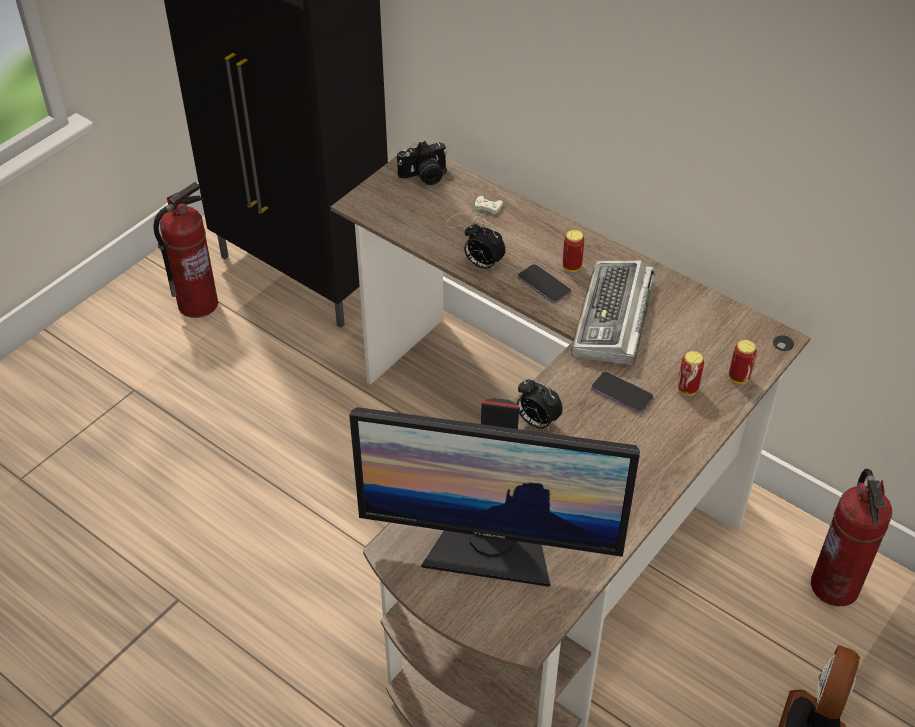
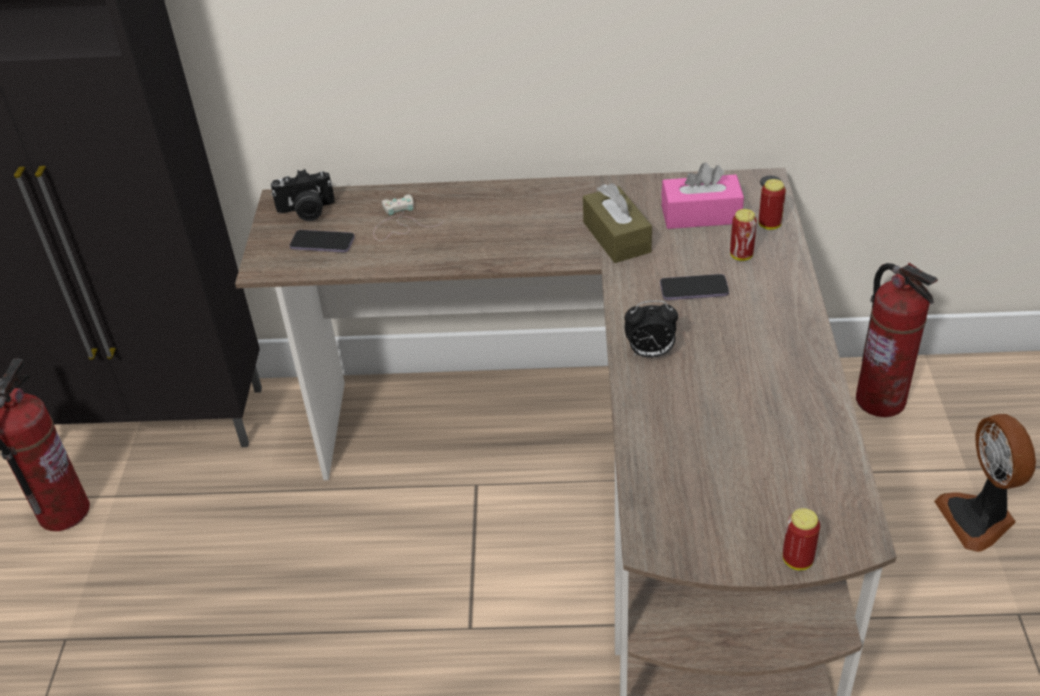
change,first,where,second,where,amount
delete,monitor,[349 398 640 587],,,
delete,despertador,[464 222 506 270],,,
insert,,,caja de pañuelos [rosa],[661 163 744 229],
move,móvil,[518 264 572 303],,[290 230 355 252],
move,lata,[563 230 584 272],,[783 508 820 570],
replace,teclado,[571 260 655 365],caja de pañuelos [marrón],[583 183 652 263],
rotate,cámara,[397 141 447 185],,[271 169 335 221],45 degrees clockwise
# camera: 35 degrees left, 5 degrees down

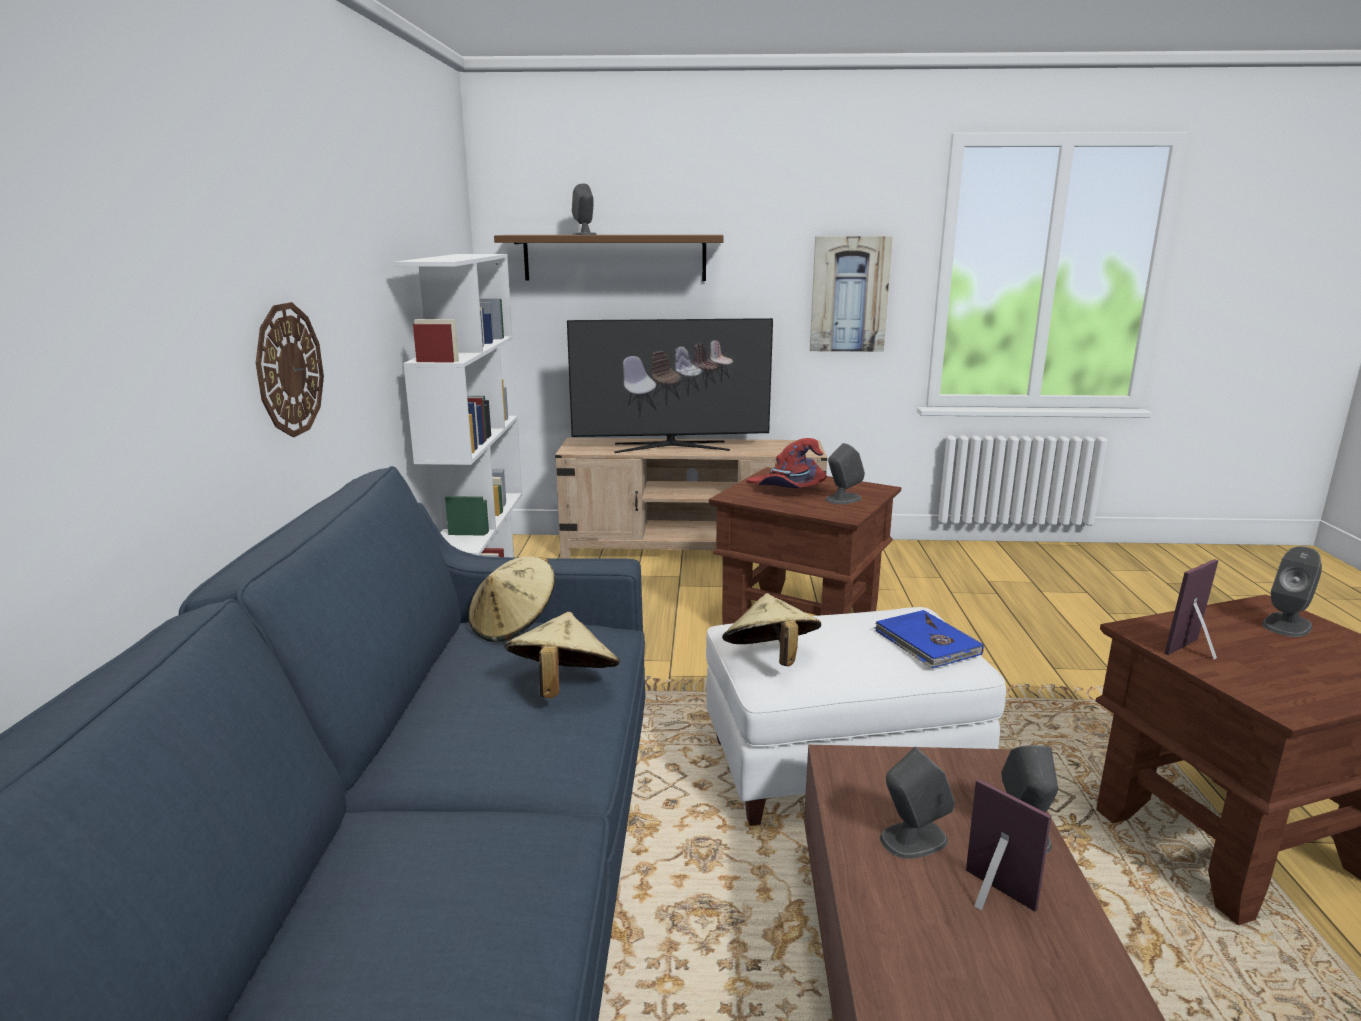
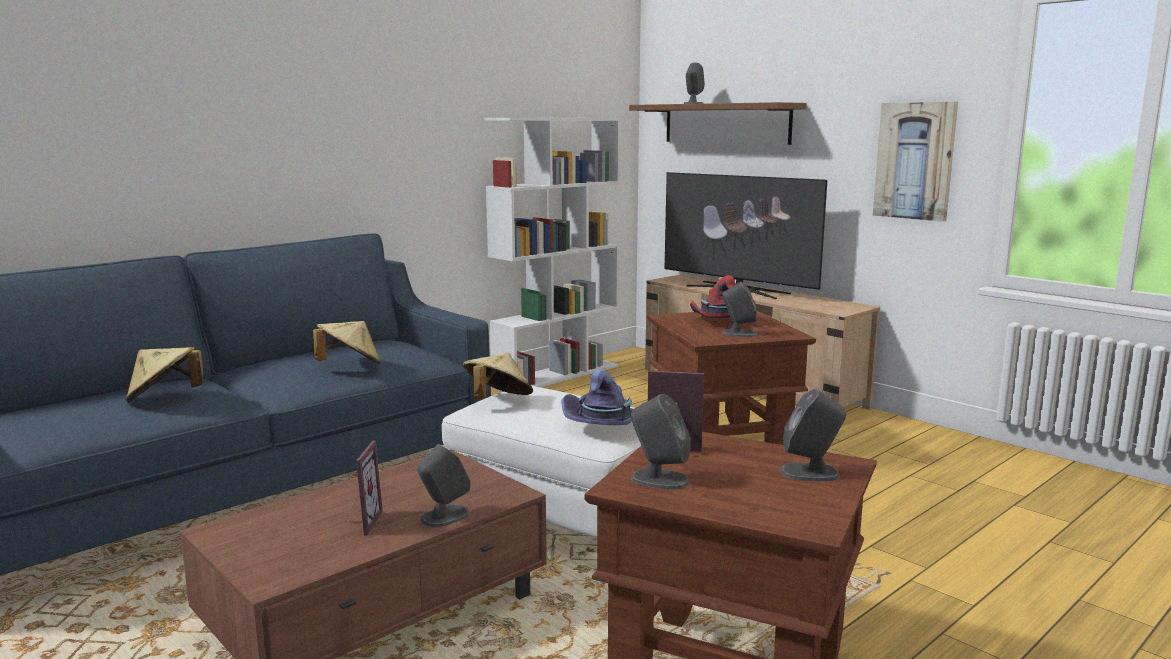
change,first,where,second,where,amount
delete,reloj de pared,[256 302 324 437],,,
move,sombrero [beis],[468 556 555 642],,[125 347 203 403],
move,altavoz [gris],[880 747 955 859],,[631 394 691 490],
replace,libro [azul],[874 610 984 668],sombrero [morado],[561 369 644 425],
# camera: 45 degrees right, 5 degrees down

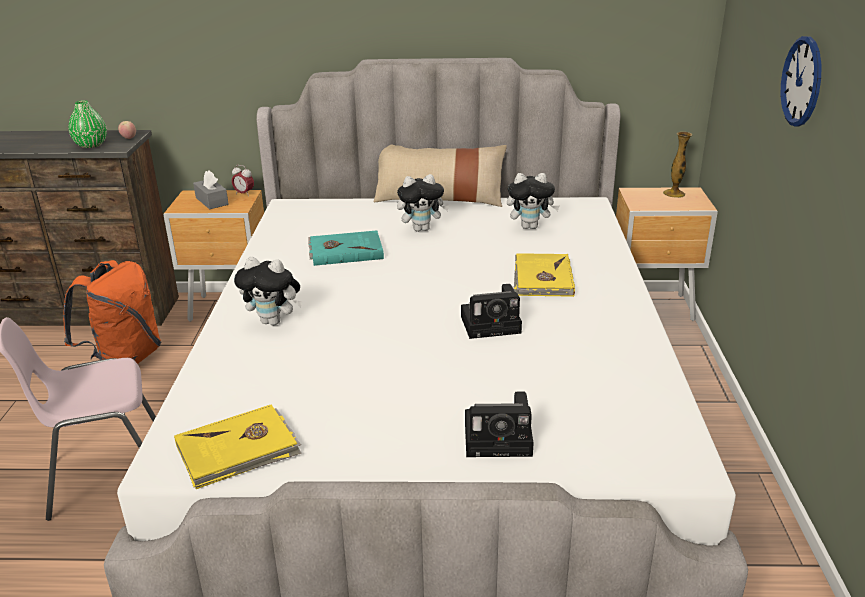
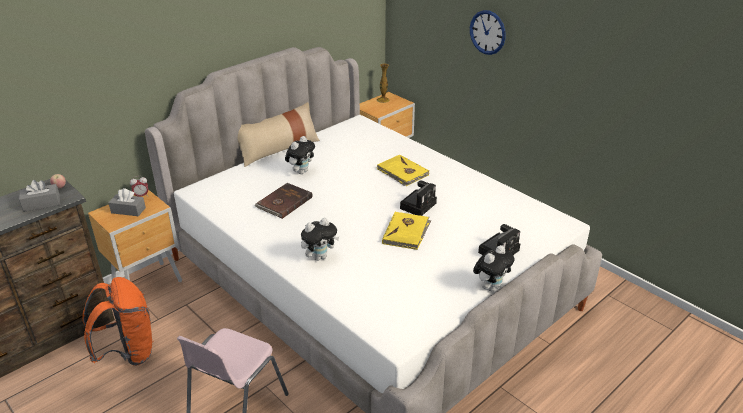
change,first,where,second,where,amount
move,libro [amarillo],[174 404 301 489],,[382 212 431 250],
move,peluche,[507 173 560 229],,[473 245 515 291],
replace,florero [verde],[69 100 107 148],caja de pañuelos [gris],[19 180 60 212],
recolor,libro [turquesa],[308 230 384 266],libro [marrón],[254 183 313 219],
# camera: 45 degrees left, 5 degrees up

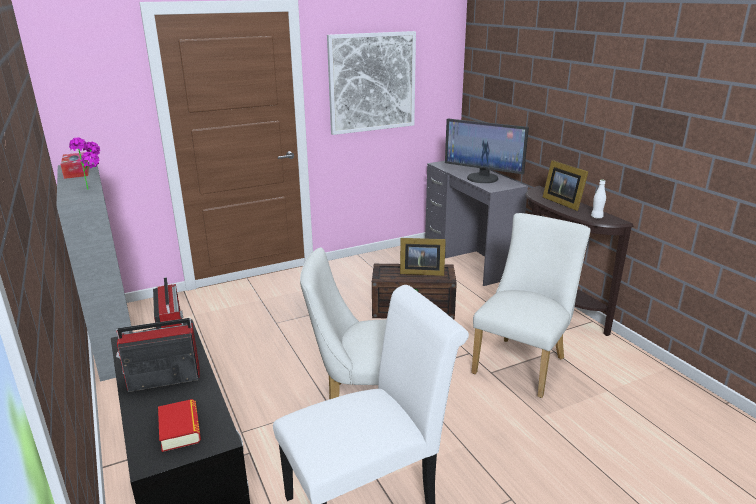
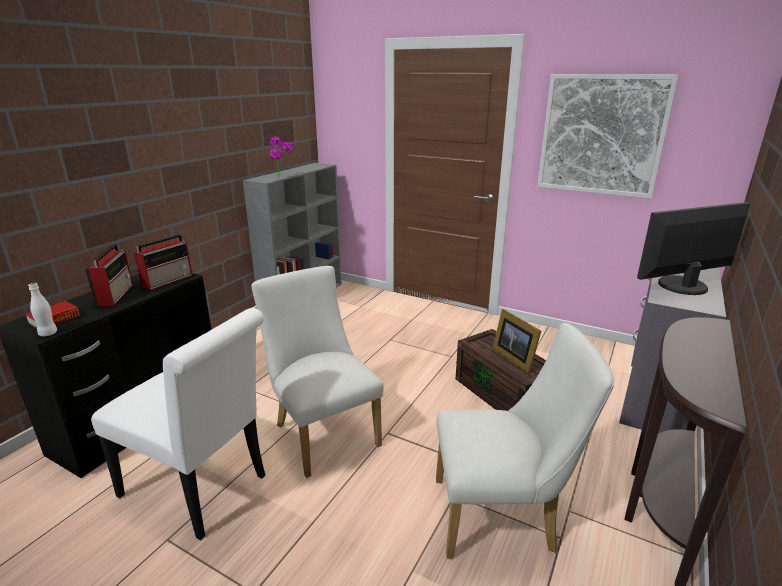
change,first,where,second,where,amount
delete,caja de pañuelos,[61 152 89 179],,,
delete,portarretratos,[543 160 589 211],,,
move,botella [blanco],[591 180 606 219],,[28 283 57 336],
rotate,radio,[116 318 200 392],,[85 244 133 306],45 degrees clockwise
rotate,monitor,[445 119 529 183],,[637 202 750 295],75 degrees clockwise
# camera: 55 degrees right, 0 degrees up

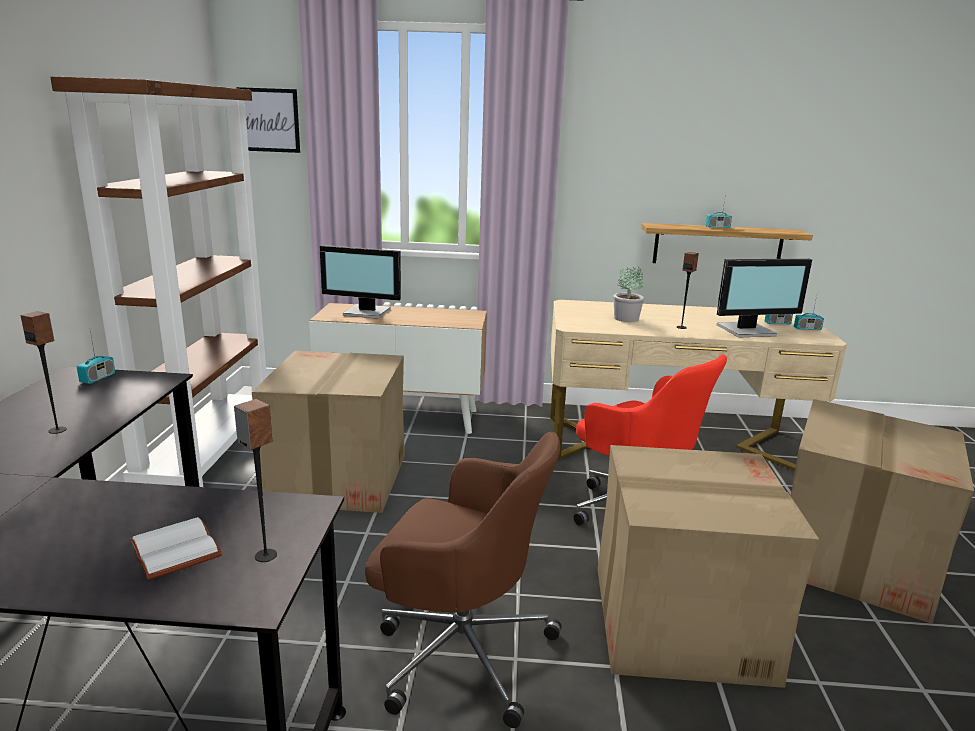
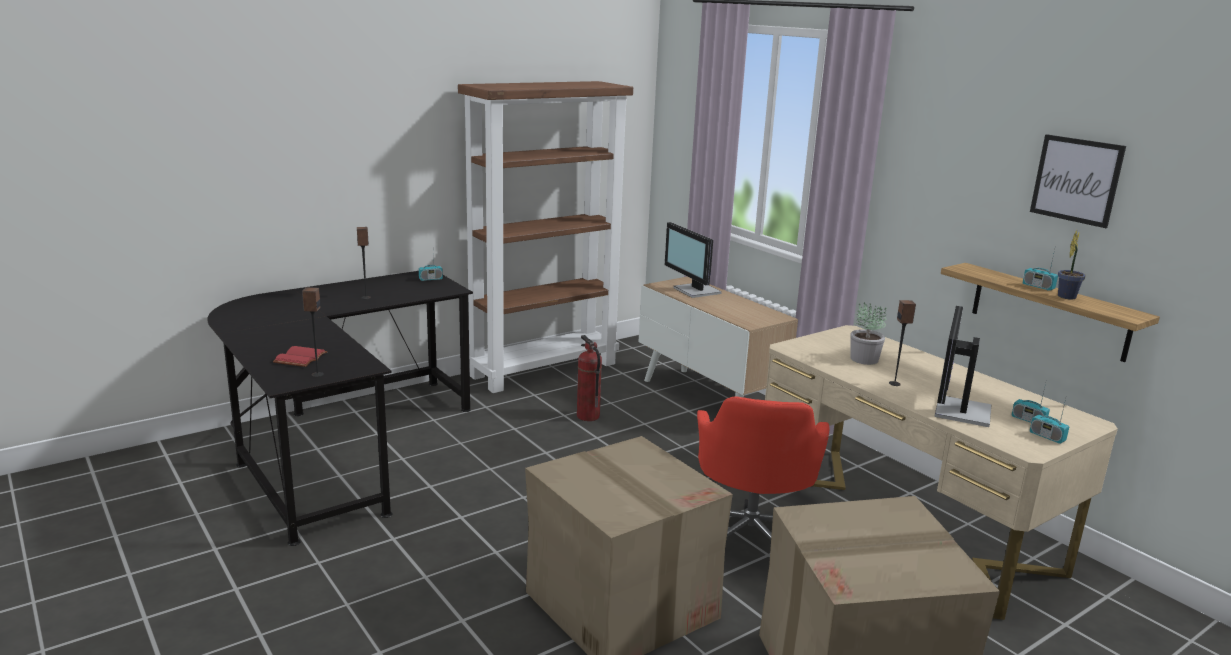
change,first,where,second,where,amount
delete,silla de oficina [marrón],[365 432 562 728],,,
insert,,,planta en maceta,[1058 230 1086 300],
move,cuadro,[237 87 300 153],,[1030 134 1126 228],
replace,caja de cartón,[252 351 405 513],extintor,[577 335 602 421],
recolor,libro [blanco],[130 517 222 580],libro [rojo],[273 346 328 367],
rotate,monitor,[717 258 812 338],,[934 306 992 427],75 degrees clockwise
# camera: 50 degrees right, 0 degrees up

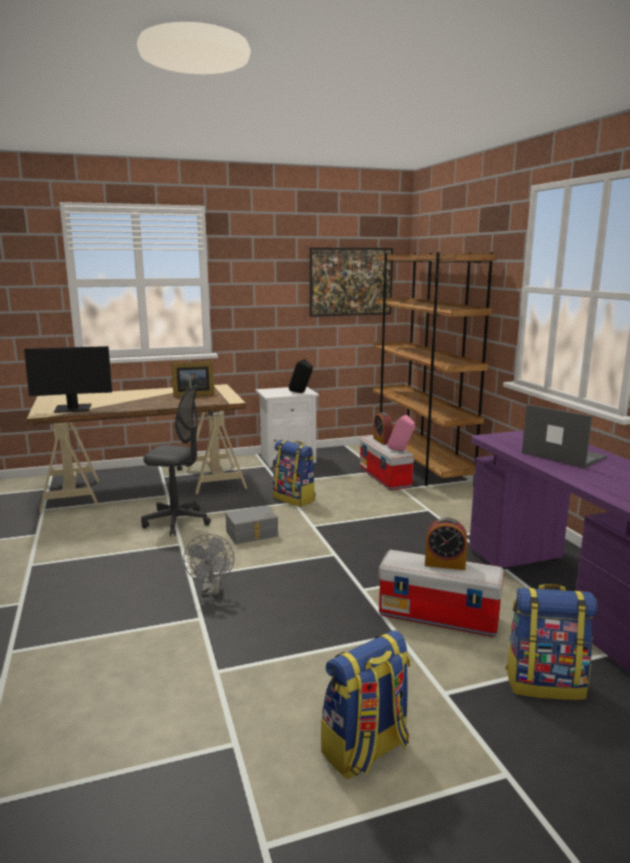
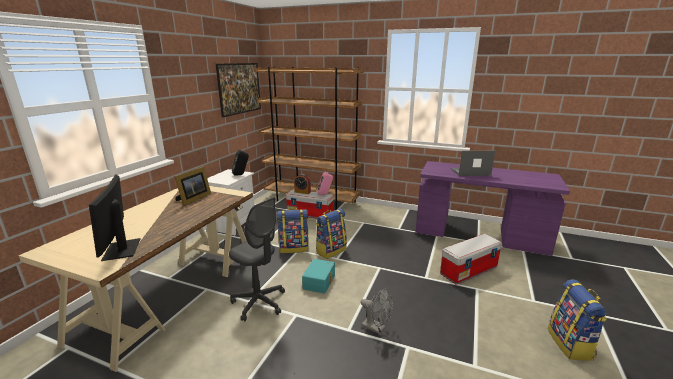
change,first,where,second,where,amount
delete,despertador,[425 517 467 570],,,
move,mochila,[506 584 598 700],,[316 209 347 259],
recolor,caja de almacenaje [gris],[225 506 278 544],caja de almacenaje [turquesa],[302 259 335 294],
rotate,monitor,[24 346 112 413],,[89 175 141 261],135 degrees clockwise
rotate,silla de oficina [gris],[141 385 211 536],,[229 197 285 321],75 degrees clockwise
# camera: 50 degrees left, 5 degrees up

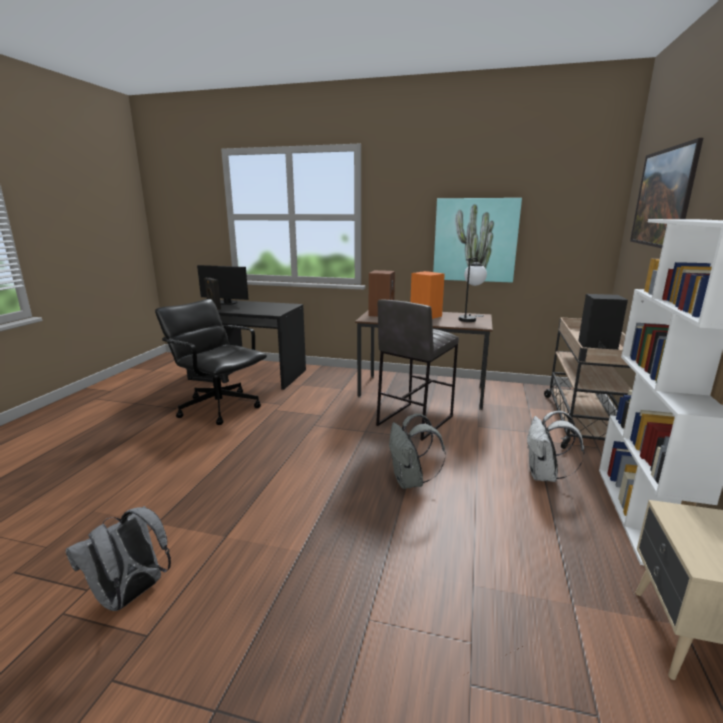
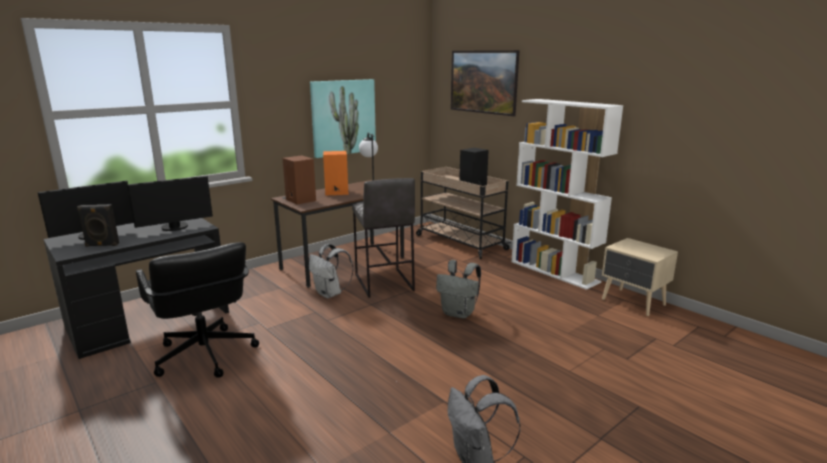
change,first,where,second,where,amount
insert,,,monitor,[127 176 213 231],
move,mochila [blanco],[527 411 585 482],,[309 244 354 298],
rotate,silla de oficina [negro],[155 299 267 425],,[136 242 259 378],105 degrees counterclockwise
# camera: 55 degrees left, 0 degrees up

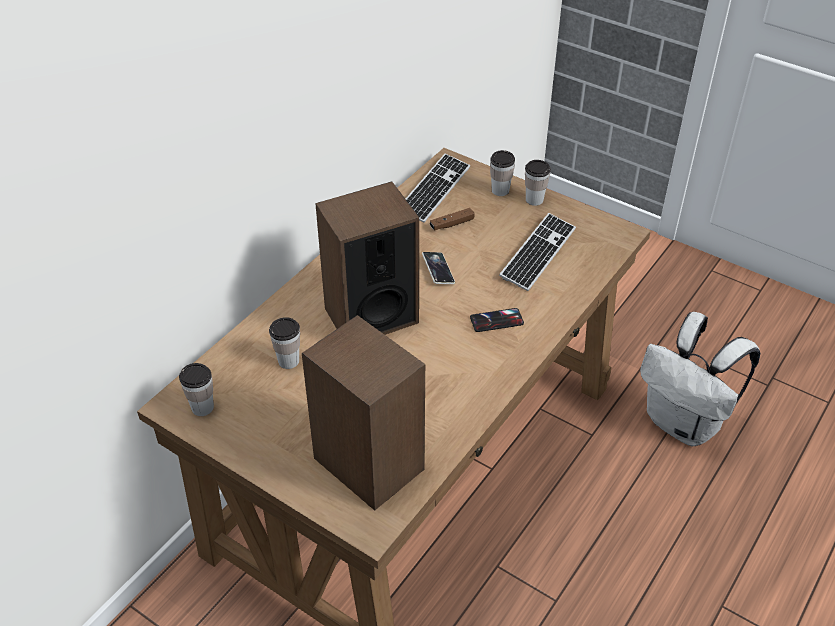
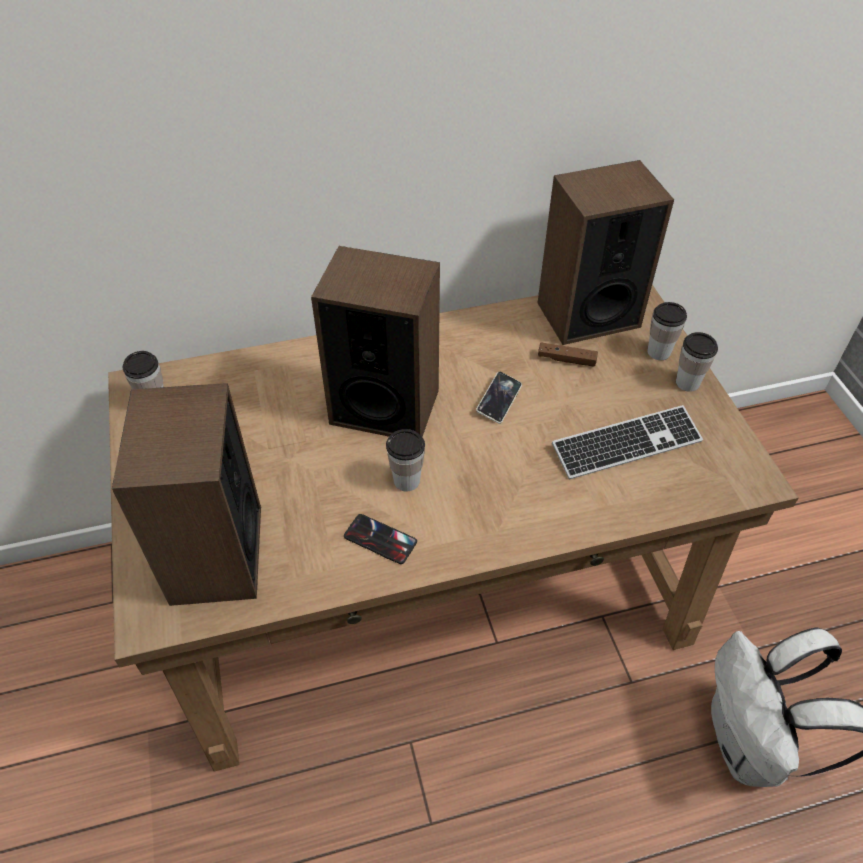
change,first,where,second,where,amount
move,taza,[269 317 300 369],,[386 429 425 492],
move,móvil,[470 308 524 332],,[344 514 417 564],
replace,teclado,[406 153 470 223],altavoz,[538 160 674 345],
# camera: 40 degrees right, 5 degrees up

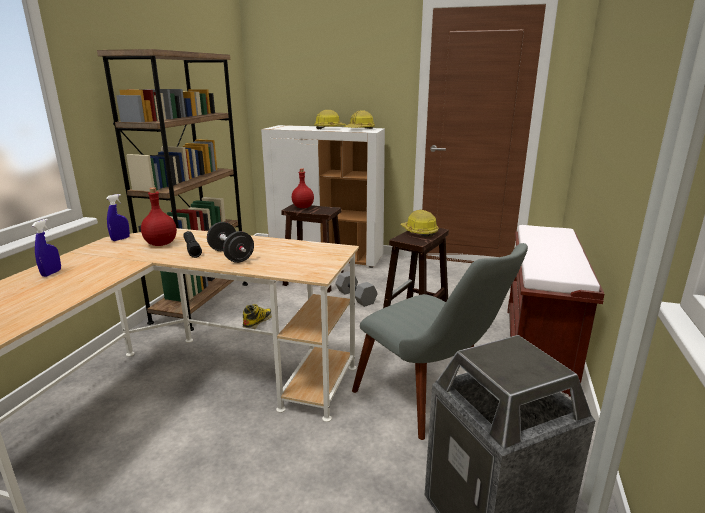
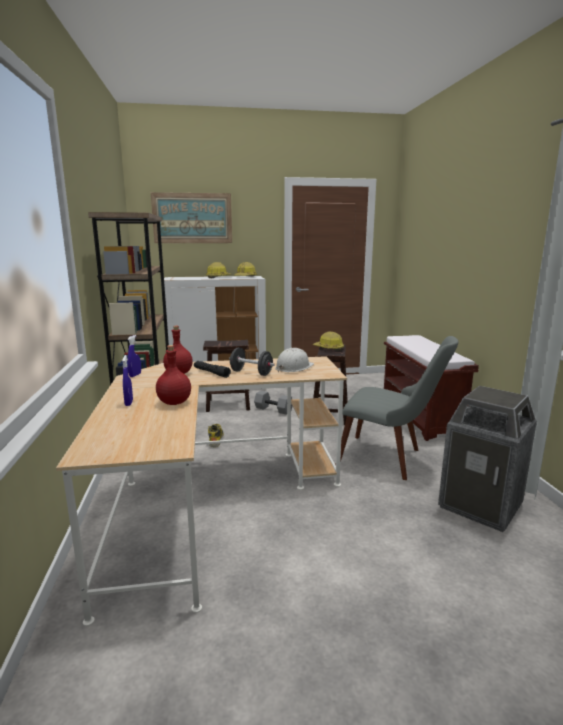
change,first,where,second,where,amount
insert,,,cuadro,[151 192 232 243],
insert,,,casco [blanco],[275 348 314 373],
move,botella [rojo],[292 169 314 208],,[156 345 191 405],
# camera: 25 degrees left, 5 degrees down

